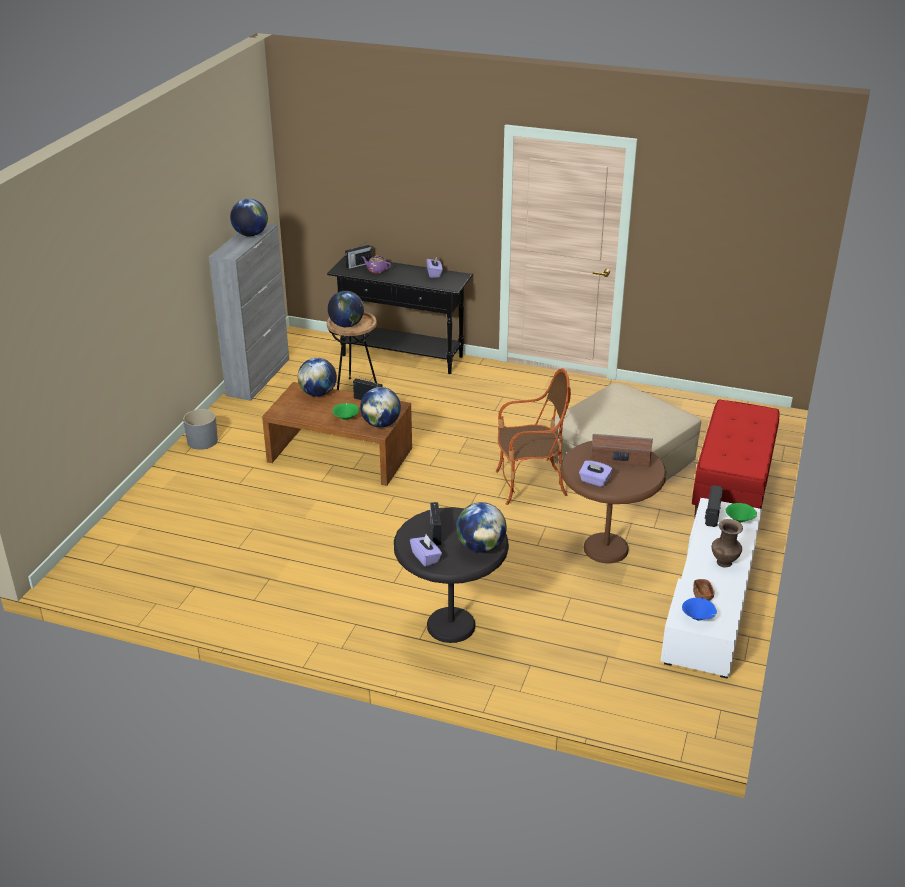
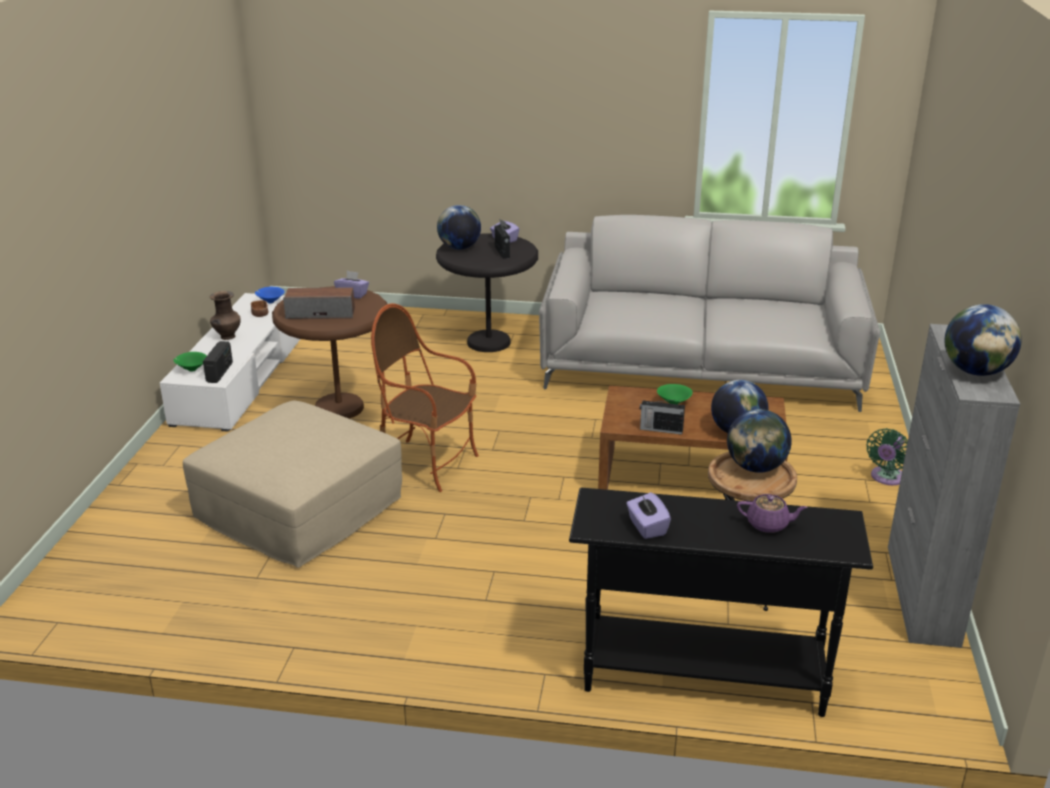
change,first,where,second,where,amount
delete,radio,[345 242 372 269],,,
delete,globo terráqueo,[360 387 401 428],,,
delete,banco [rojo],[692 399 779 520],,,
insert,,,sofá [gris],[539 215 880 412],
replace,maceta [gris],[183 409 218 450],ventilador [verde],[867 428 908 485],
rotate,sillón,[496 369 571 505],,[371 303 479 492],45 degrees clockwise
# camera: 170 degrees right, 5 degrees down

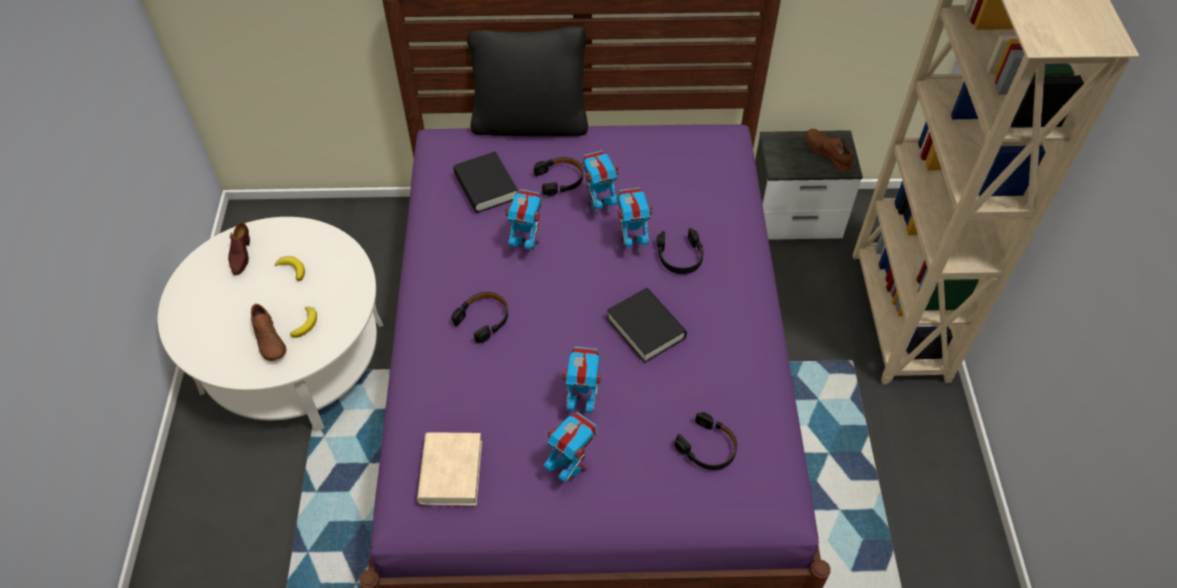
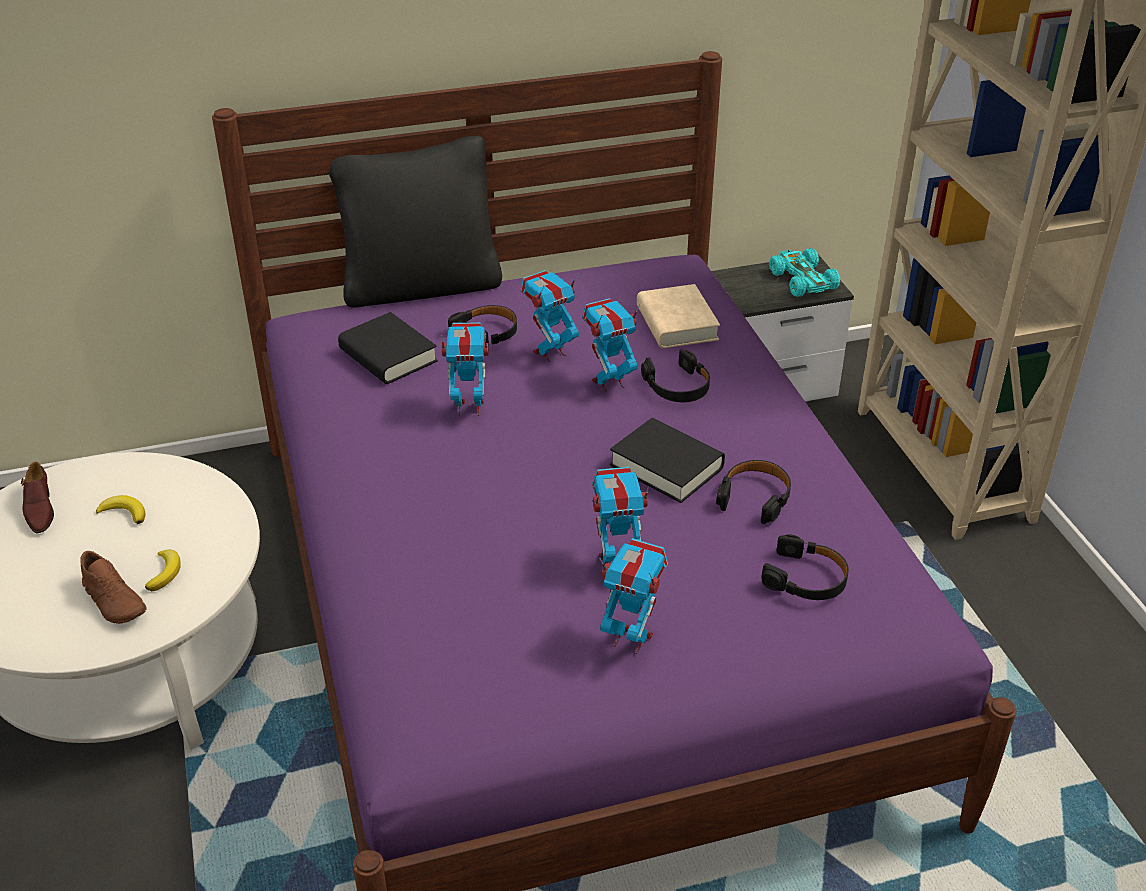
change,first,where,second,where,amount
move,libro [beis],[417 432 482 506],,[637 284 720 348],
move,auriculares [negro],[451 292 508 343],,[716 460 791 524],
replace,zapato [marrón],[806 129 853 171],coche de juguete [turquesa],[769 248 840 297],
# camera: 15 degrees left, 15 degrees down

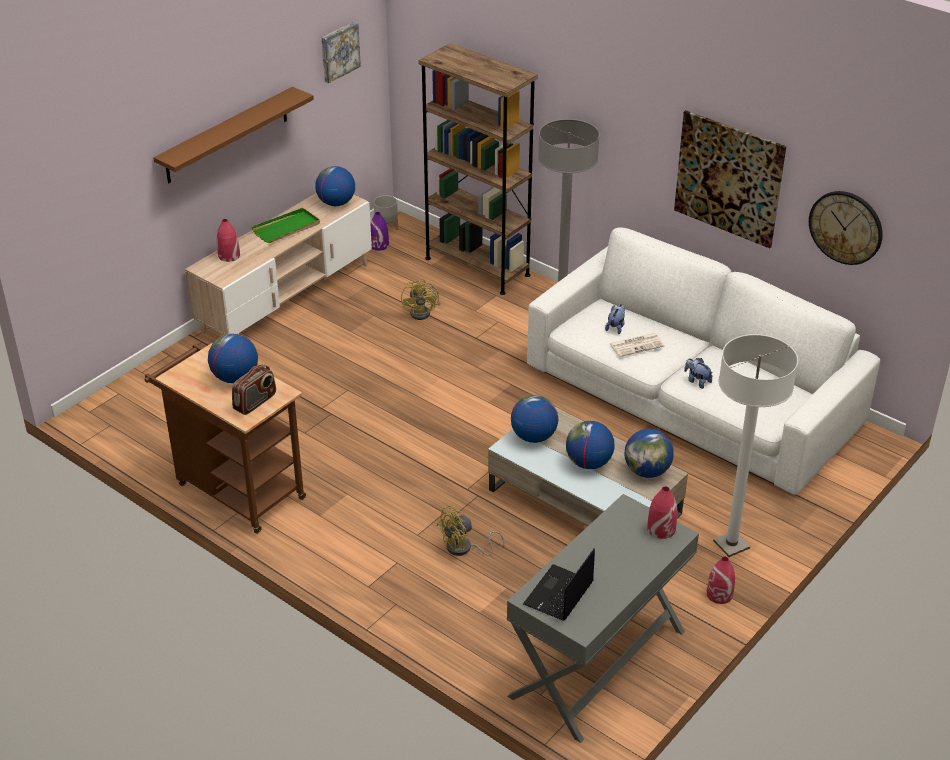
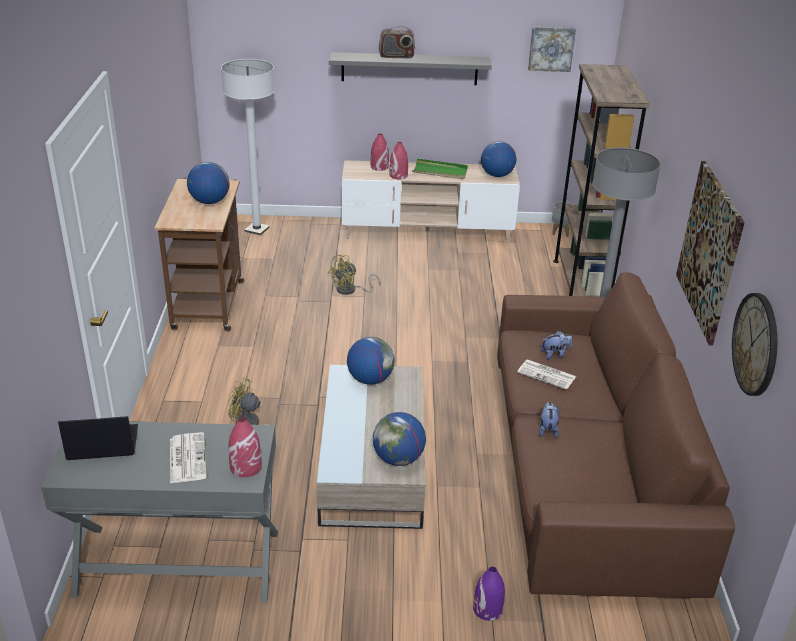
change,first,where,second,where,amount
delete,globo terráqueo,[566 421 614 469],,,
insert,,,periódico,[170 432 207 483],
move,radio,[232 364 276 415],,[379 26 415 58],
move,florero [morado],[370 212 389 251],,[473 567 505 621],
move,ventilador [amarillo],[401 278 441 320],,[328 254 381 295],
move,florero [rojo],[707 557 735 604],,[389 142 408 179],
move,lámpara de pie [blanco],[713 334 798 557],,[221 59 275 235],
recolor,estante [marrón],[153 87 314 183],estante [gris],[329 52 492 85],
recolor,sofá [blanco],[527 227 880 495],sofá [marrón],[497 272 735 598],
# camera: 50 degrees right, 5 degrees down

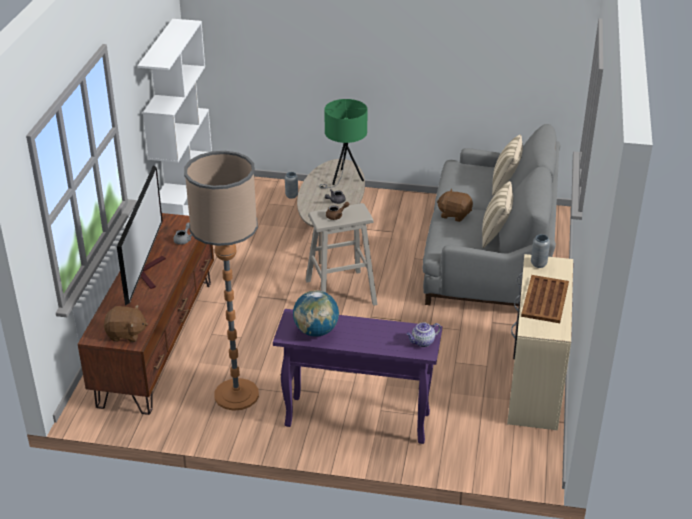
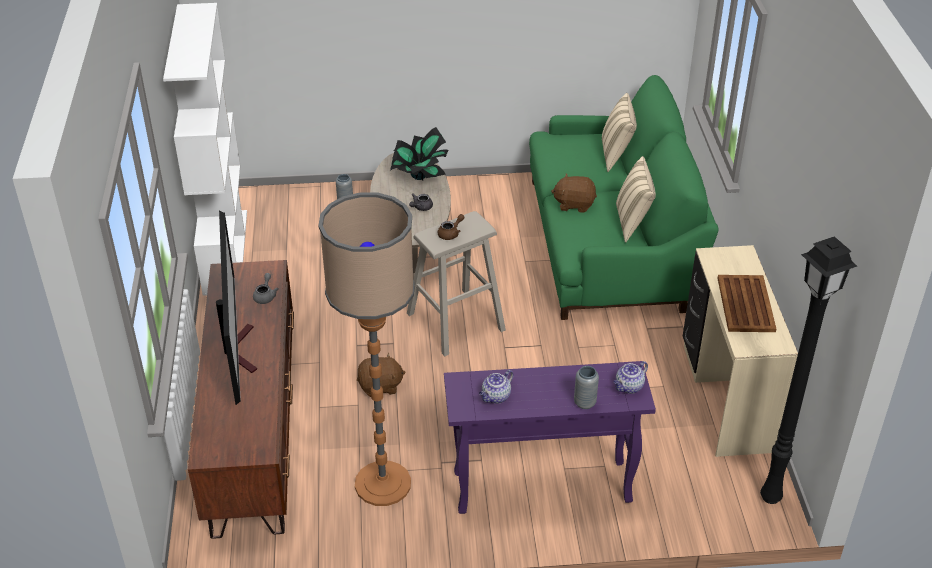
change,first,where,second,where,amount
insert,,,lámpara de pie [negro],[760 236 857 504],
move,peluche [marrón],[104 305 148 342],,[357 353 405 397],
move,florero [gris],[531 234 550 268],,[574 366 599 409],
replace,globo terráqueo,[293 290 339 337],tetera,[479 370 514 404],
replace,lámpara de mesa [verde],[319 99 368 189],planta en maceta,[390 127 448 180],
recolor,sofá [gris],[423 124 560 306],sofá [verde],[529 75 719 320],
# camera: 15 degrees left, 5 degrees up

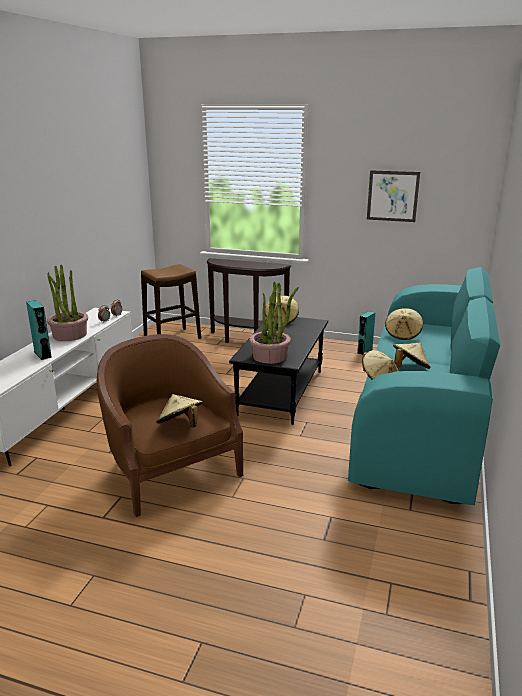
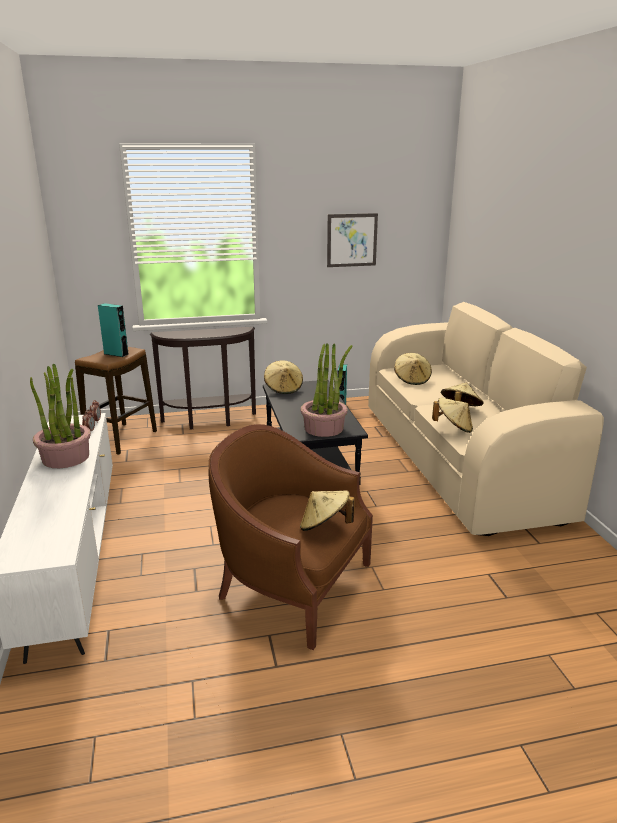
change,first,where,second,where,amount
move,altavoz [turquesa],[26 300 52 360],,[98 303 129 357],
recolor,sofá [turquesa],[348 267 500 505],sofá [beis],[368 302 604 536],
# camera: 30 degrees left, 0 degrees up

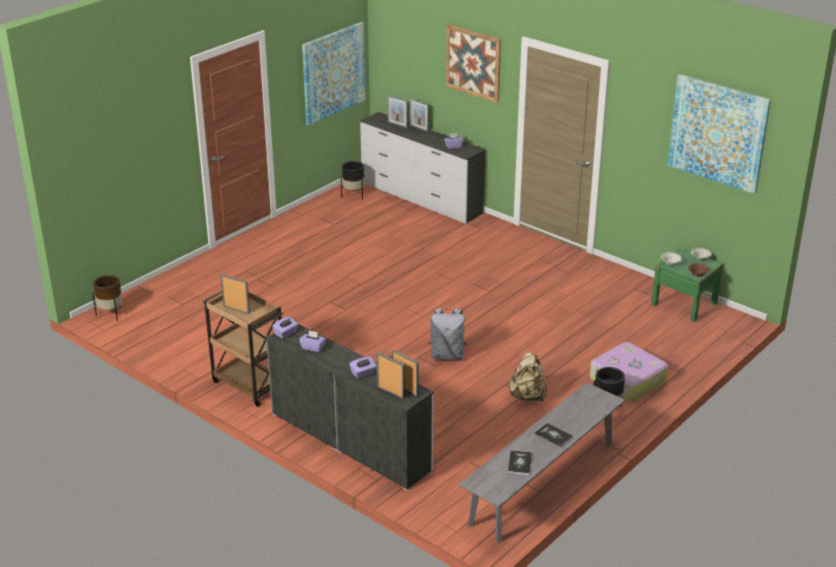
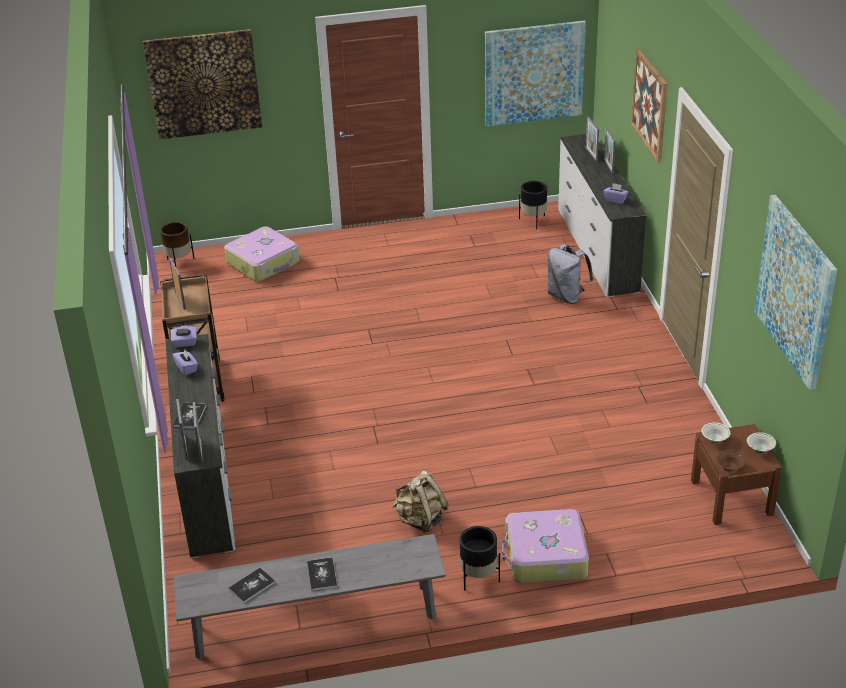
change,first,where,second,where,amount
insert,,,cuadro,[143 29 262 139],
insert,,,maleta,[224 226 300 281],
move,mochila [gris],[428 308 467 360],,[547 245 593 304],
replace,caja de pañuelos [morado],[349 357 377 379],libro,[173 402 206 429],
recolor,mesita de noche [verde],[651 248 723 322],mesita de noche [marrón],[691 424 782 525],
# camera: 40 degrees right, 5 degrees up

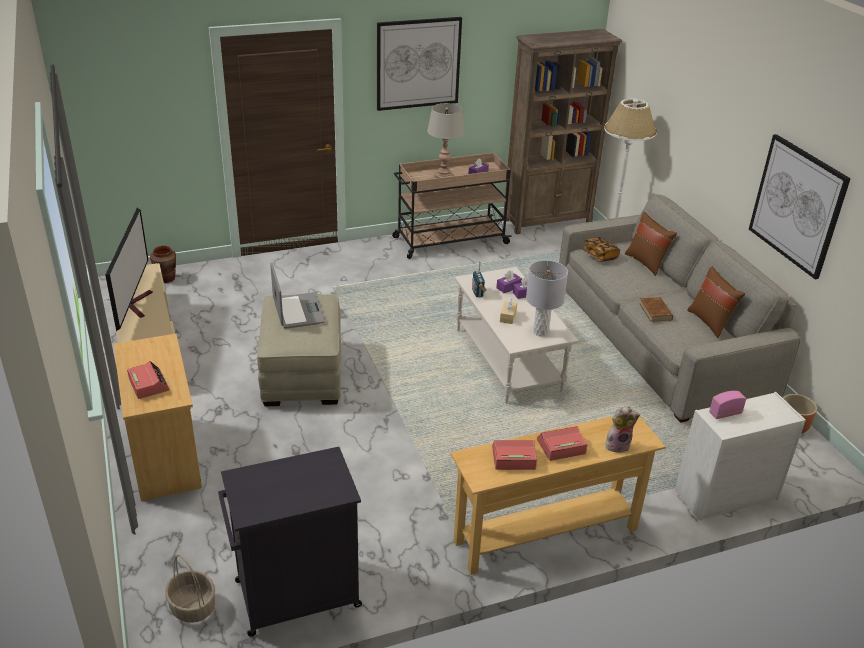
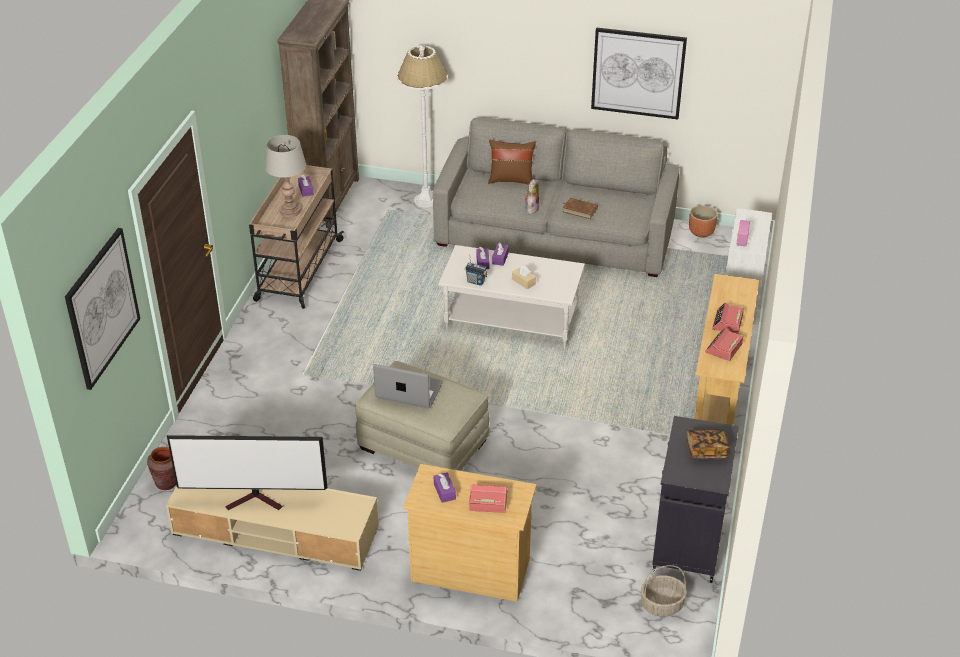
change,first,where,second,where,amount
delete,lámpara de mesa [gris],[526 260 568 337],,,
delete,cojín [marrón],[687 266 745 338],,,
insert,,,caja de pañuelos [morado],[434 472 456 503],
move,cuadro,[377 17 462 111],,[65 228 140 390],
move,libro,[582 237 620 262],,[687 429 729 458],
move,peluche,[605 407 640 453],,[524 179 539 214],
rotate,televisor,[105 208 153 331],,[167 435 327 510],150 degrees clockwise
# camera: 55 degrees left, 5 degrees up

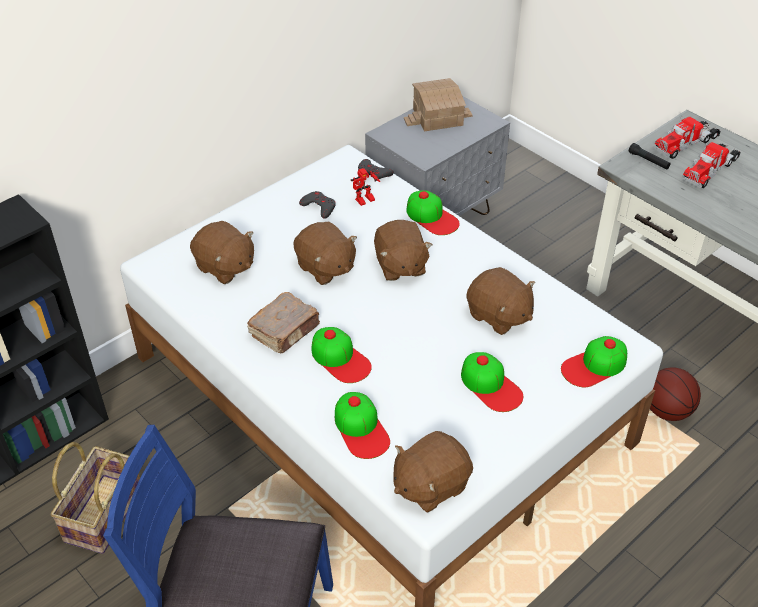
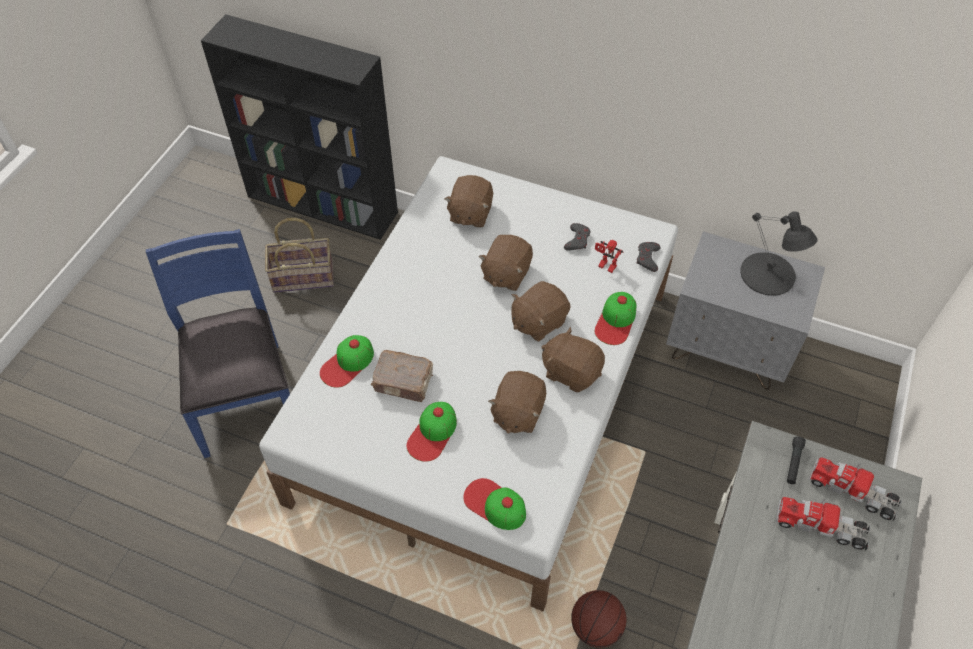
change,first,where,second,where,amount
delete,gorra,[312 327 372 383],,,
move,libro [marrón],[247 292 320 353],,[371 350 433 402],
move,peluche [marrón],[393 431 473 513],,[541 327 605 392],
replace,casita,[404 78 473 131],lámpara de mesa [negro],[740 211 818 296],
# camera: 65 degrees right, 10 degrees up

